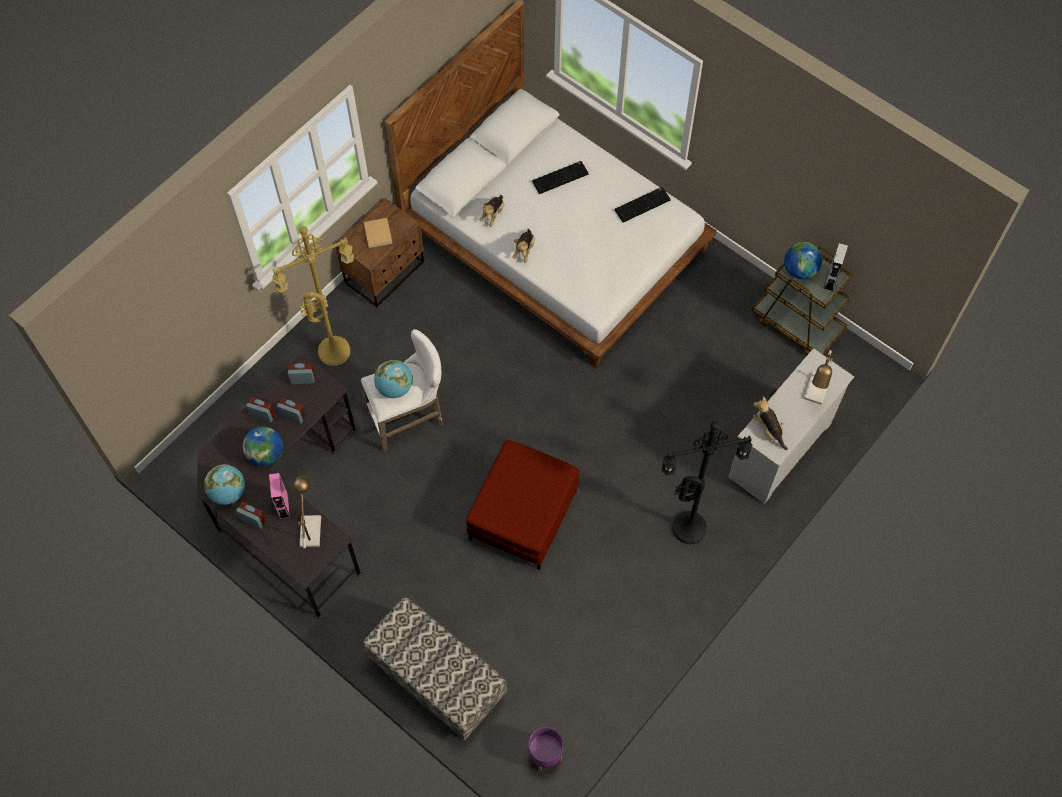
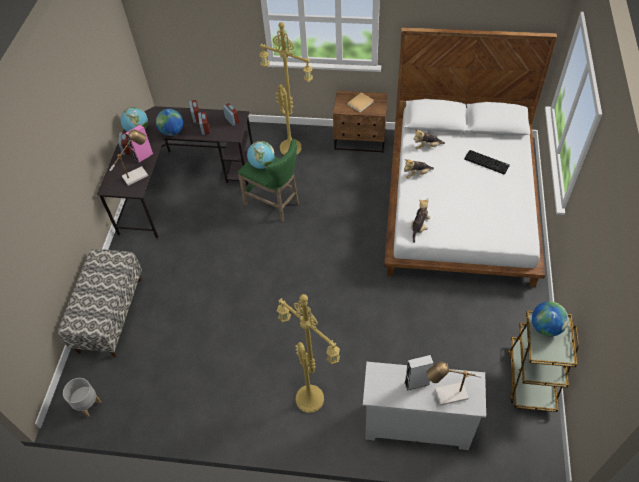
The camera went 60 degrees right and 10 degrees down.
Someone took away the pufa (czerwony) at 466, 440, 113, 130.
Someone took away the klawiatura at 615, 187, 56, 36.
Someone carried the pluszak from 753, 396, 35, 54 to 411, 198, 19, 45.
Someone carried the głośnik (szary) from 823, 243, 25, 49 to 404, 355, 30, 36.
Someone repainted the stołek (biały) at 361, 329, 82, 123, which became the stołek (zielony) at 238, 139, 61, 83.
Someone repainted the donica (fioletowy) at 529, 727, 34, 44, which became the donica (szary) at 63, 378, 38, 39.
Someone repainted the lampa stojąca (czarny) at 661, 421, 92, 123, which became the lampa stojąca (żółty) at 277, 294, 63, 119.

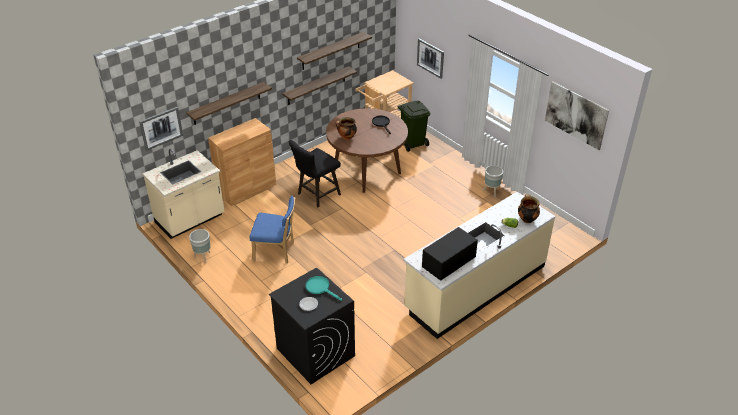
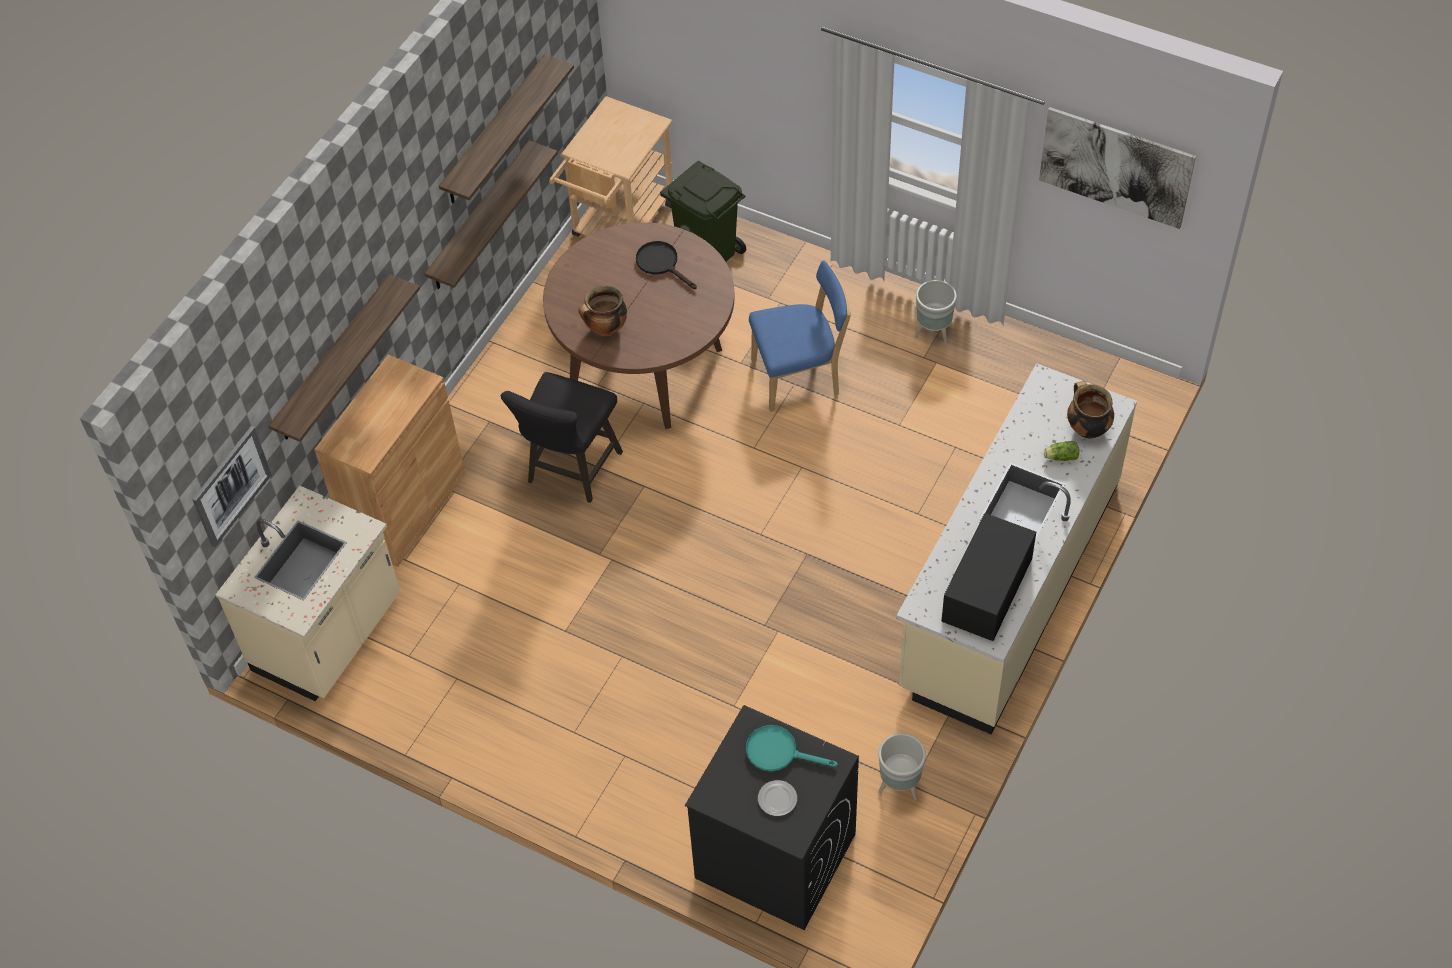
The camera went 20 degrees left and 15 degrees up.
Someone took away the obraz at 417, 39, 27, 40.
Someone carried the donica (szary) from 189, 229, 21, 35 to 878, 733, 48, 67.
Someone carried the krzesło (niebieski) from 250, 195, 46, 69 to 749, 260, 102, 152.

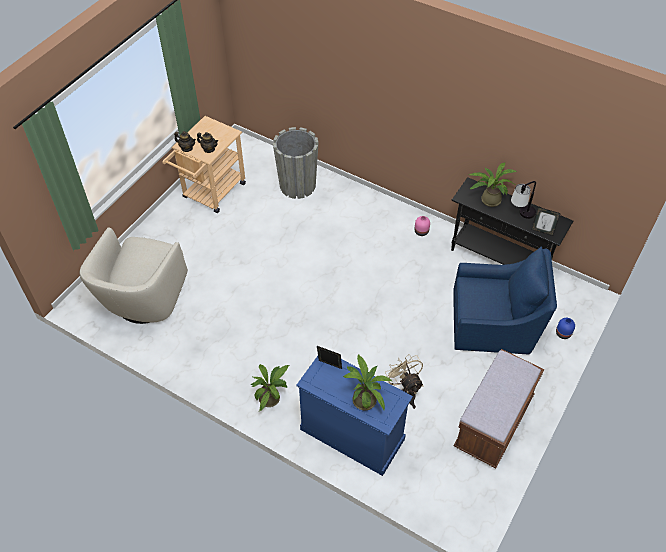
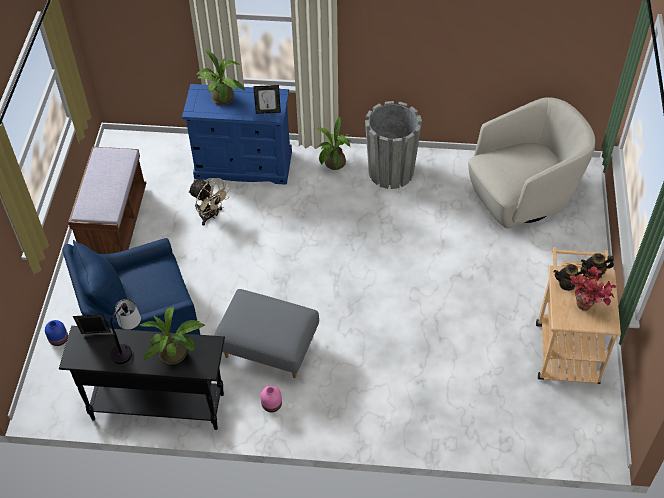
The camera went 155 degrees right and 0 degrees up.
Someone put down the pufa (szary) at 213, 289, 106, 89.
Someone put down the roślina doniczkowa at 569, 266, 47, 45.
Someone carried the donica (szary) from 273, 127, 46, 72 to 365, 101, 57, 88.
Someone rotated the fotel (beżowy) at 80, 227, 108, 97 by 75 degrees clockwise.

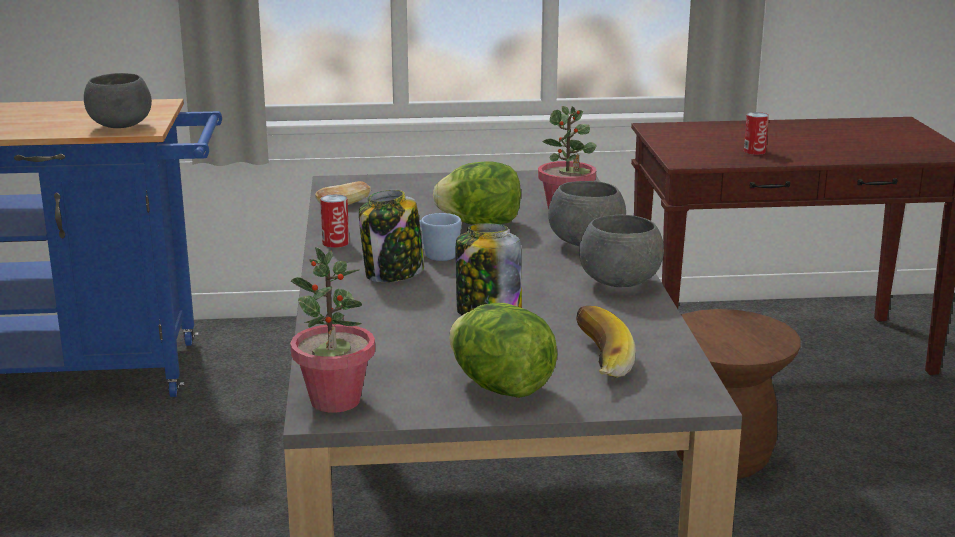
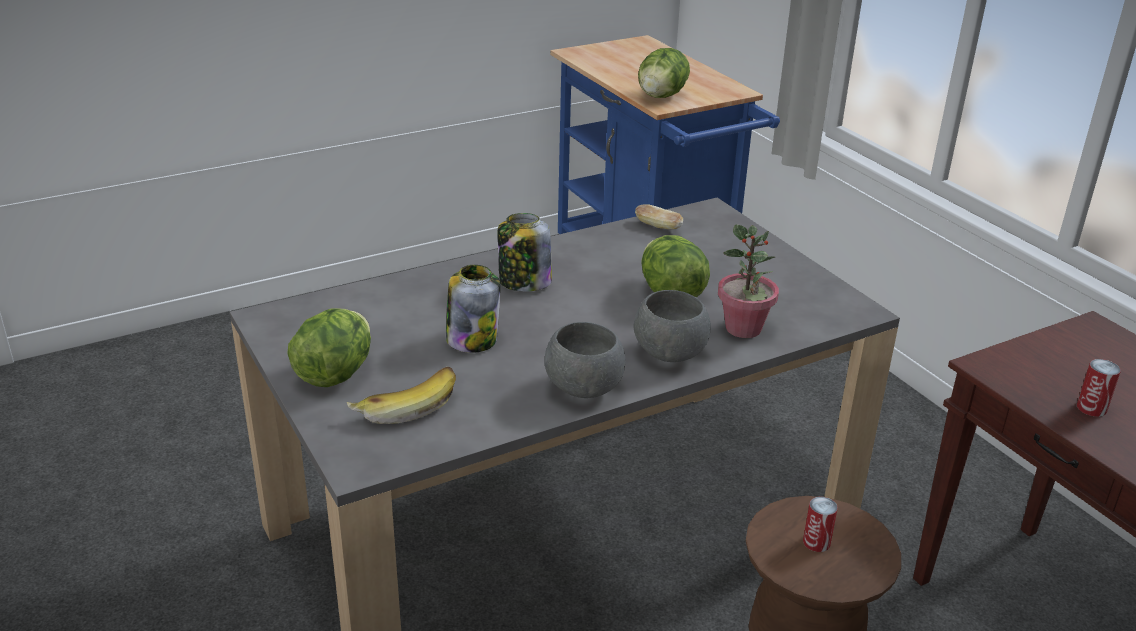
The camera went 65 degrees right and 10 degrees up.
Someone took away the roślina doniczkowa at 290, 247, 85, 166.
Someone took away the kubek (niebieski) at 419, 213, 42, 48.
Someone carried the puszka from 320, 194, 29, 54 to 803, 497, 35, 55.
Someone swapped the miska (szary) at 84, 73, 68, 55 for the sałata at 638, 48, 52, 50.

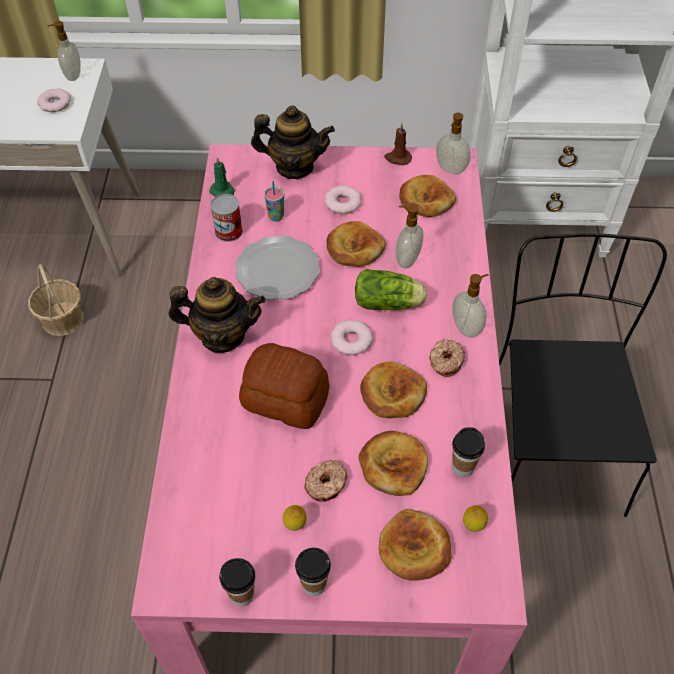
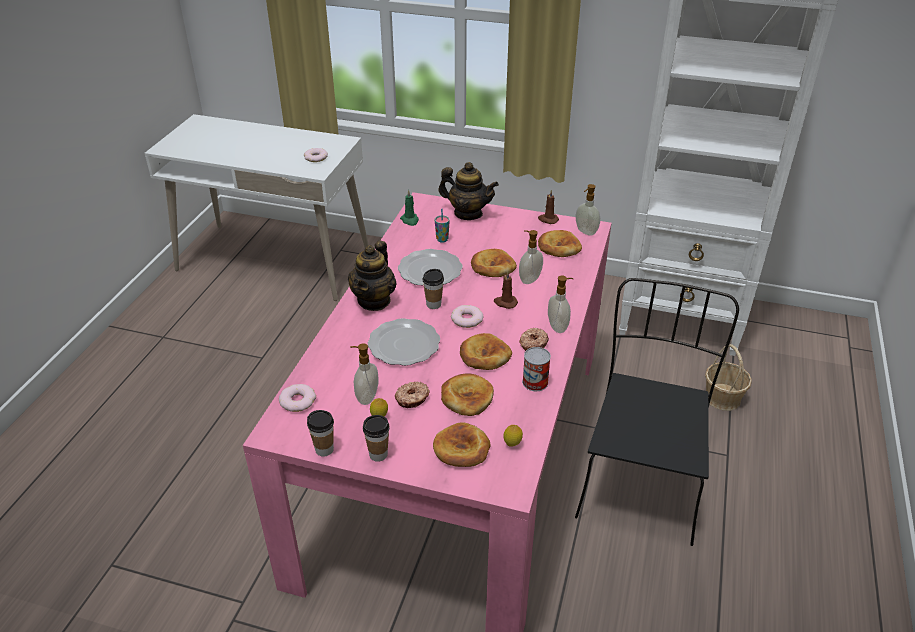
The camera went 15 degrees right and 15 degrees down.
Someone carried the koszyk from 28, 264, 56, 72 to 705, 344, 47, 67.
Someone carried the dozownik mydła from 48, 21, 33, 60 to 350, 343, 28, 62.
Someone carried the puszka from 210, 194, 33, 48 to 522, 347, 29, 44.
Someone carried the donut from 324, 185, 37, 29 to 279, 384, 37, 28.
Someone carried the filiżanka from 452, 427, 33, 50 to 423, 269, 21, 40.
Someone swapped the chleb at 239, 343, 90, 86 for the talerz at 368, 318, 72, 48.
Someone swapped the sałata at 355, 269, 72, 41 for the świeca (brązowy) at 494, 271, 24, 38.
Someone rotated the imbryk at 169, 277, 97, 76 by 90 degrees clockwise.

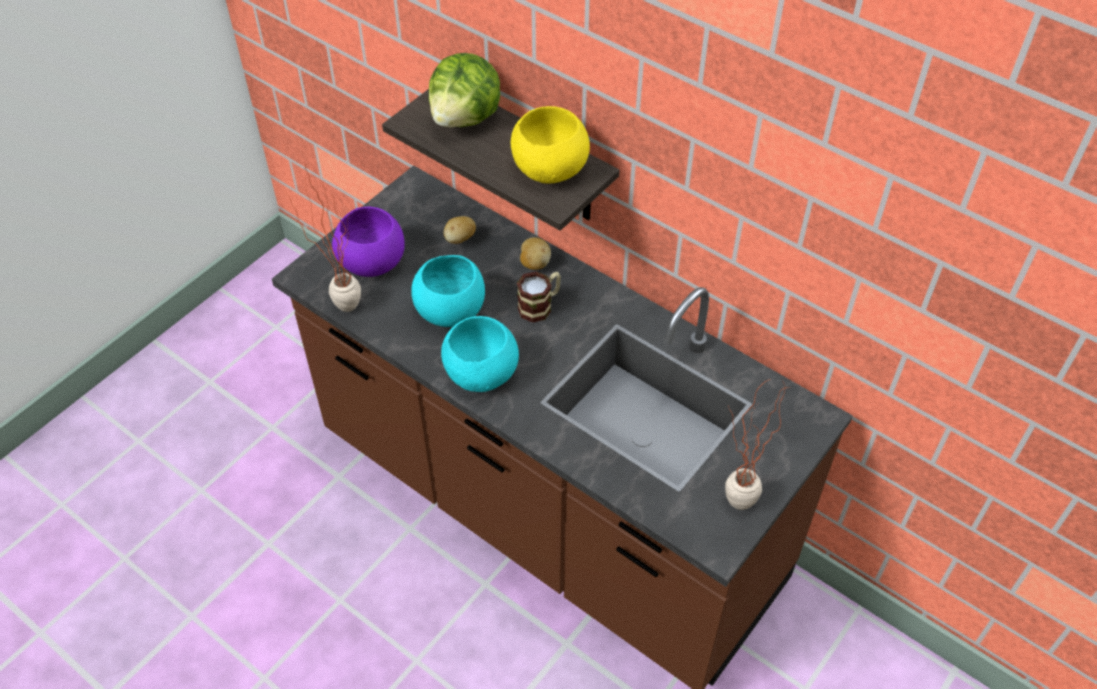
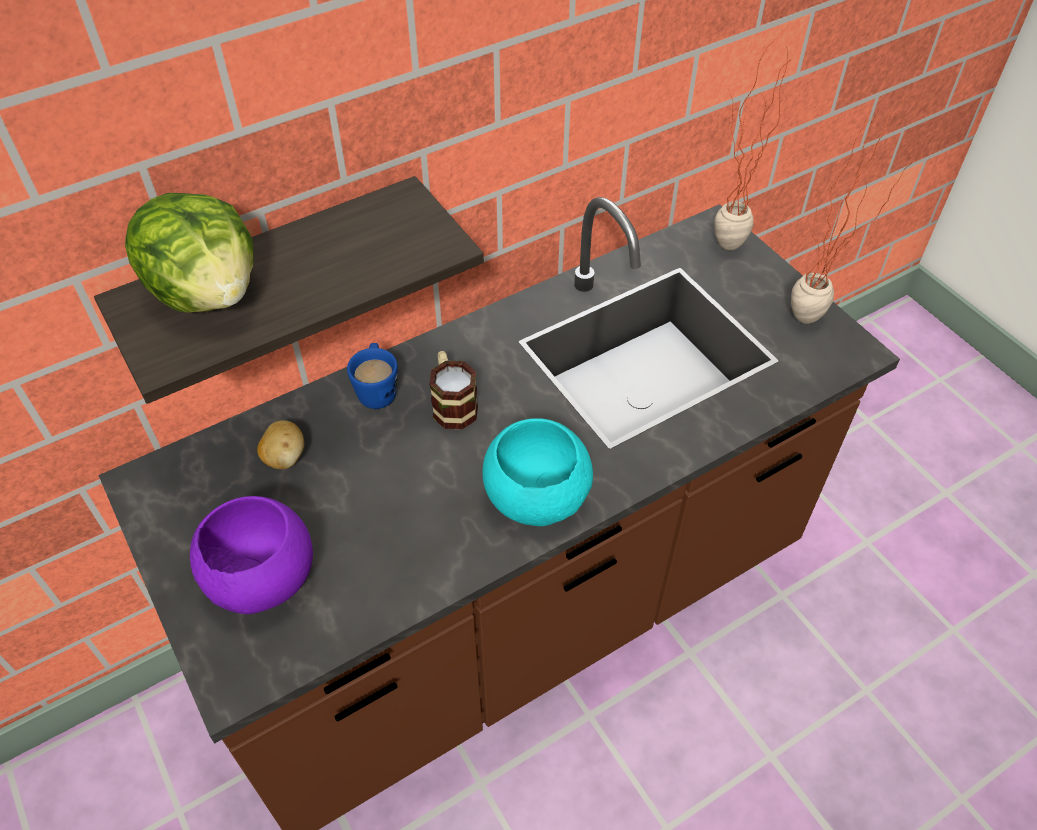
The camera went 70 degrees left and 0 degrees up.
Someone took away the miska (turkusowy) at 411, 255, 74, 72.
Someone took away the miska (żółty) at 511, 106, 79, 77.
Someone carried the roślina doniczkowa from 283, 165, 78, 147 to 715, 38, 77, 213.
Someone swapped the ziemniak at 520, 237, 31, 33 for the kubek (niebieski) at 347, 343, 51, 66.

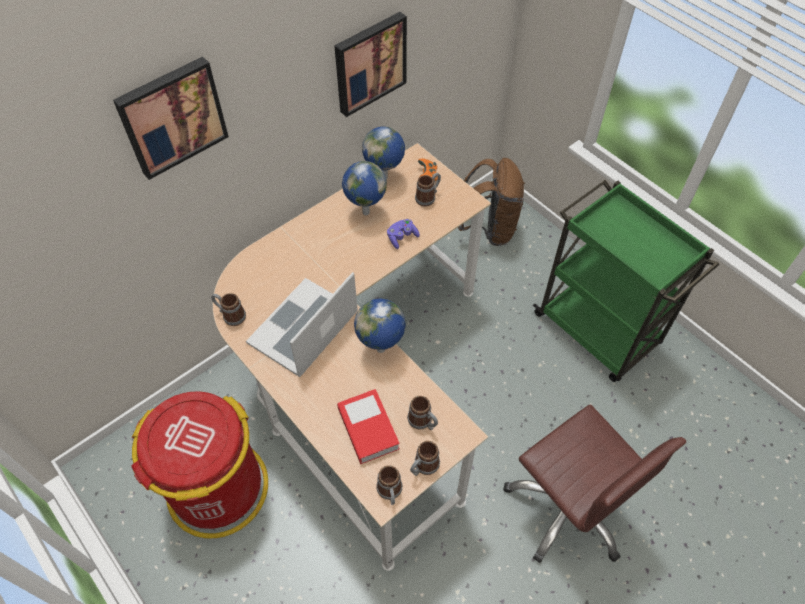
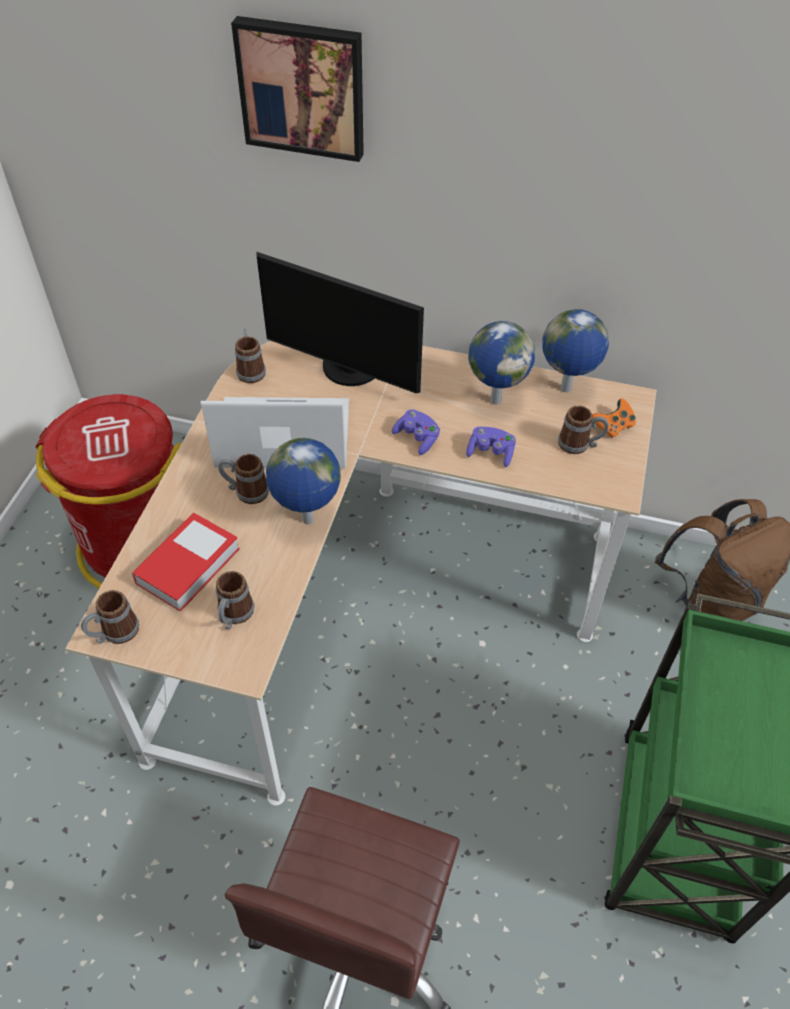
The camera went 55 degrees right and 5 degrees down.
Someone took away the obraz at 334, 12, 73, 105.
Someone put down the monitor at 257, 252, 167, 141.
Someone put down the pad do gier (fioletowy) at 392, 409, 48, 46.
Someone carried the kubek from 410, 441, 30, 35 to 218, 454, 51, 50.

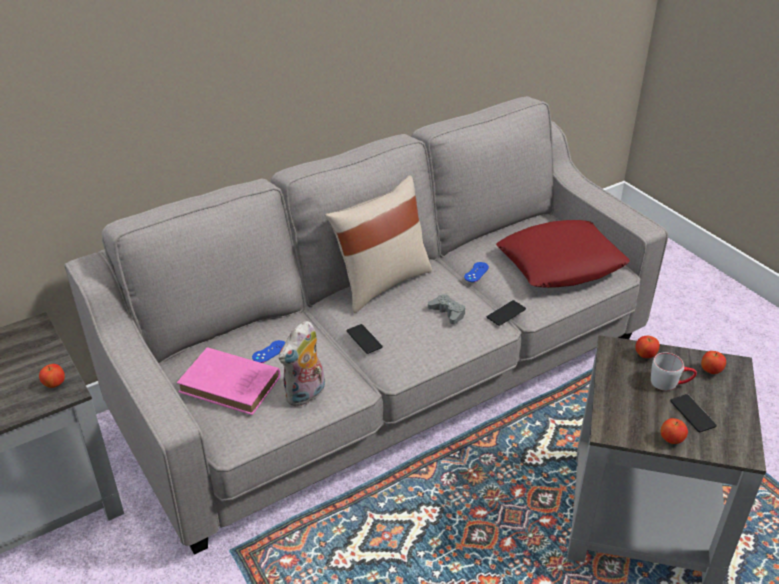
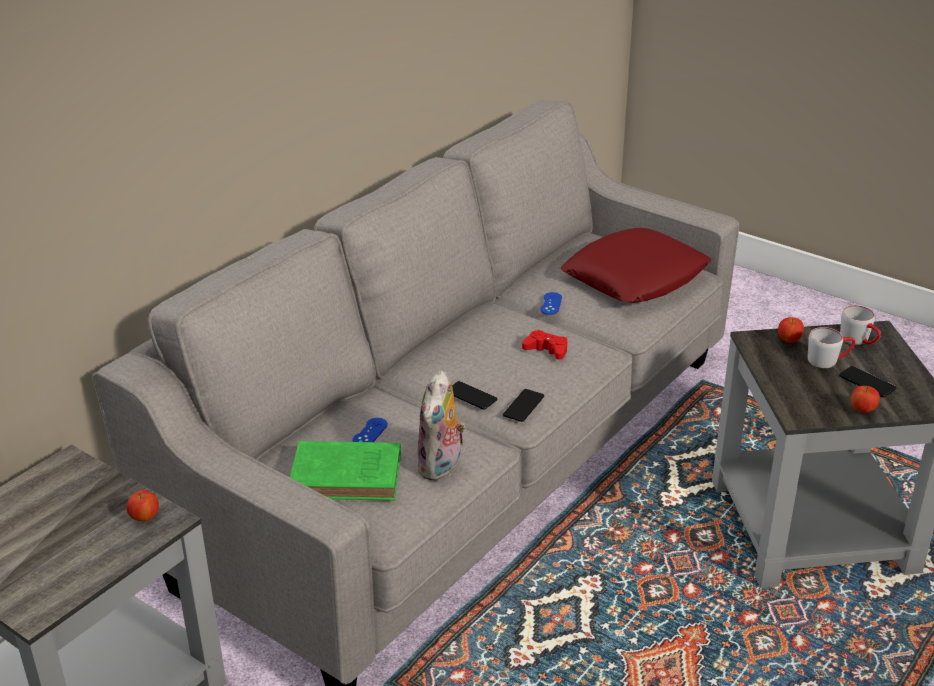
The camera went 20 degrees left and 5 degrees down.
Someone took away the poduszka (beżowy) at 325, 175, 107, 138.
Someone carried the telefon from 487, 300, 39, 26 to 503, 389, 41, 33.
Someone swapped the jabłko at 701, 351, 25, 23 for the kubek (szary) at 840, 305, 41, 40.
Someone repainted the książka (różowy) at 177, 347, 103, 68, which became the książka (zielony) at 290, 441, 111, 60.
Someone repainted the pad do gier (szary) at 428, 294, 37, 30, which became the pad do gier (czerwony) at 522, 330, 45, 30.

